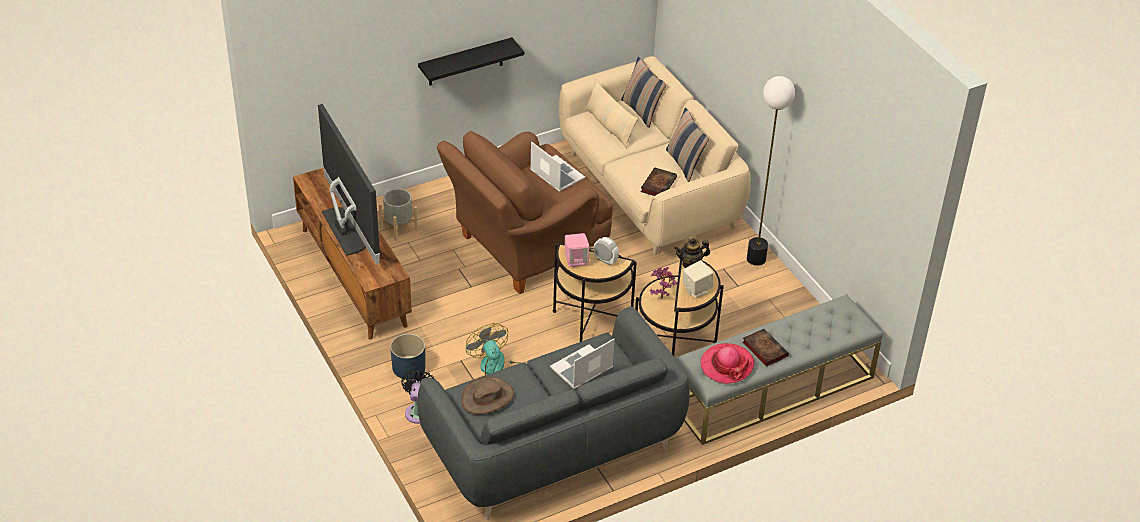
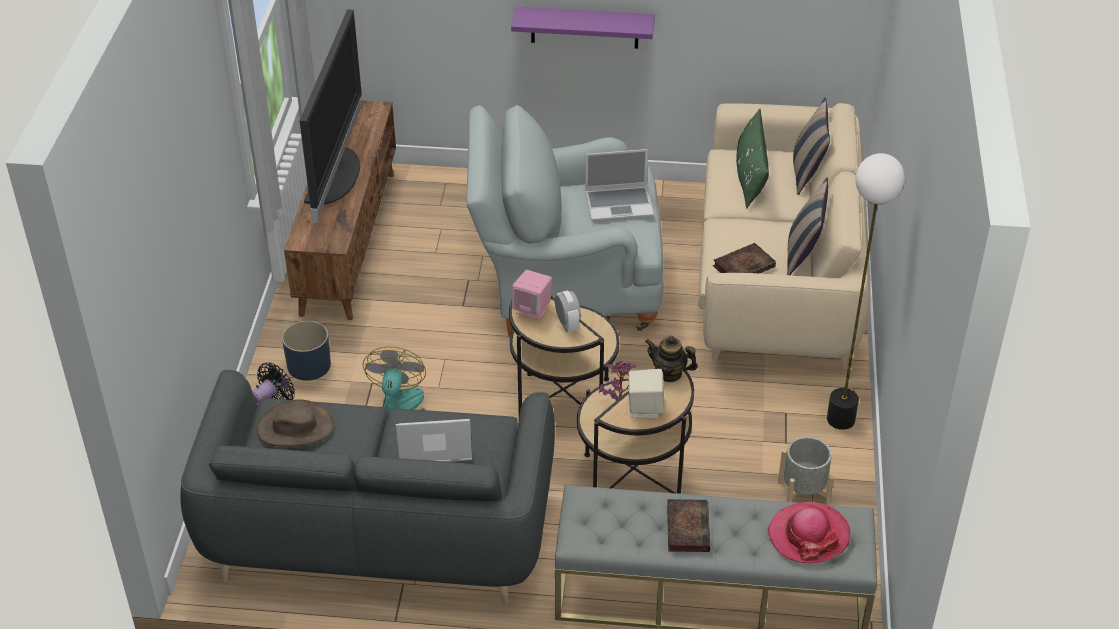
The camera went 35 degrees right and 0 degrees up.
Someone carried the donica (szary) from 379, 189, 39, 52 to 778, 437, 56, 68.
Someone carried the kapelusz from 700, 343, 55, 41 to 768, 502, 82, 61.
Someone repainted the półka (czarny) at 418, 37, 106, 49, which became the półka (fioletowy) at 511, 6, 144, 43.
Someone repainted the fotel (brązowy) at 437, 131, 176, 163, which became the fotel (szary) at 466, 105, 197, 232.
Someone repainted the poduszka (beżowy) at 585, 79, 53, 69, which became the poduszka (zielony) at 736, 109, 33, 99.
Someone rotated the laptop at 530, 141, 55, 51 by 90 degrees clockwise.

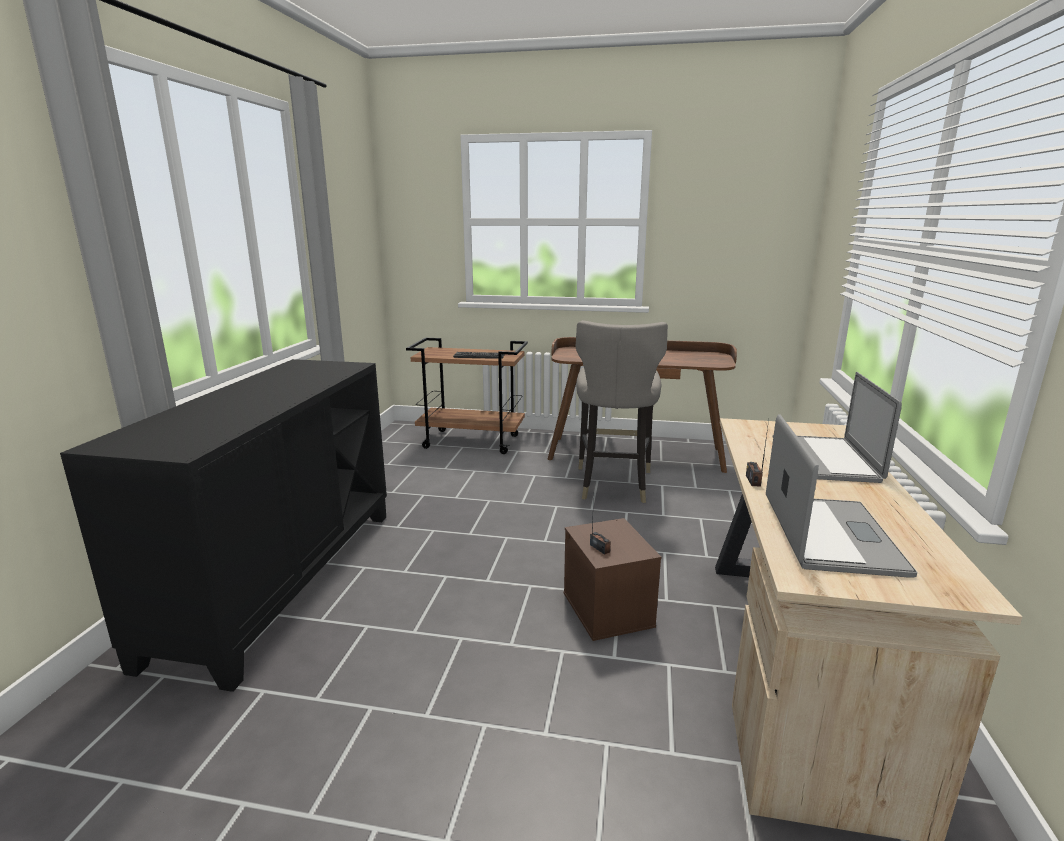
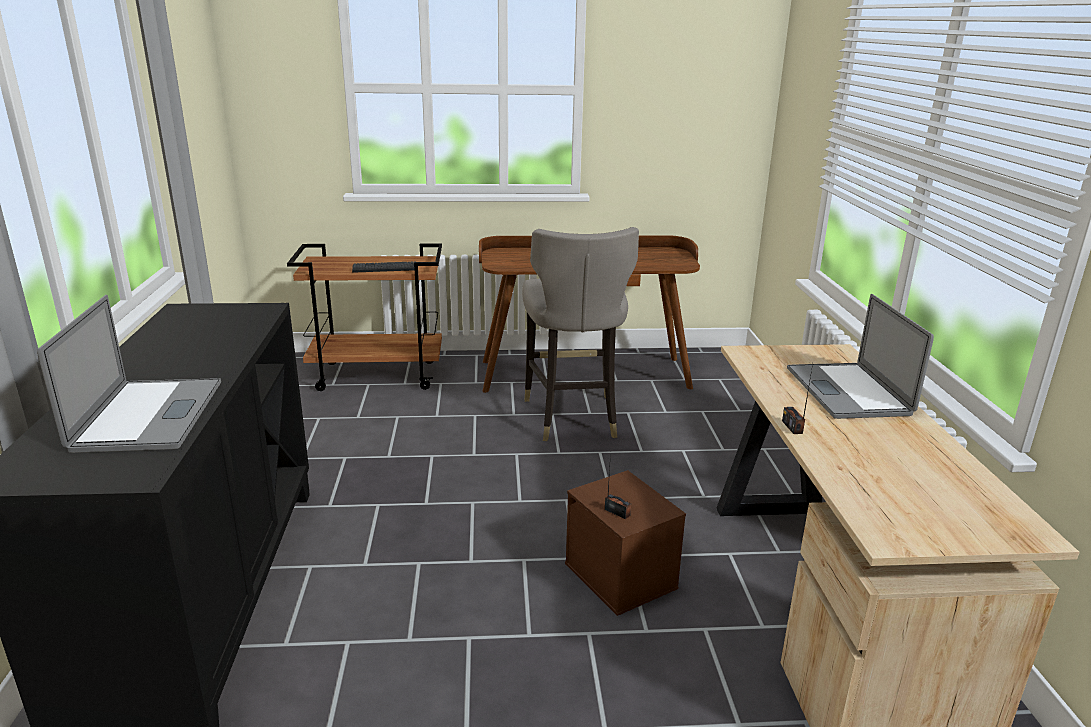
The camera went 15 degrees left and 5 degrees up.
Someone carried the laptop from 766, 414, 151, 164 to 37, 295, 184, 158.

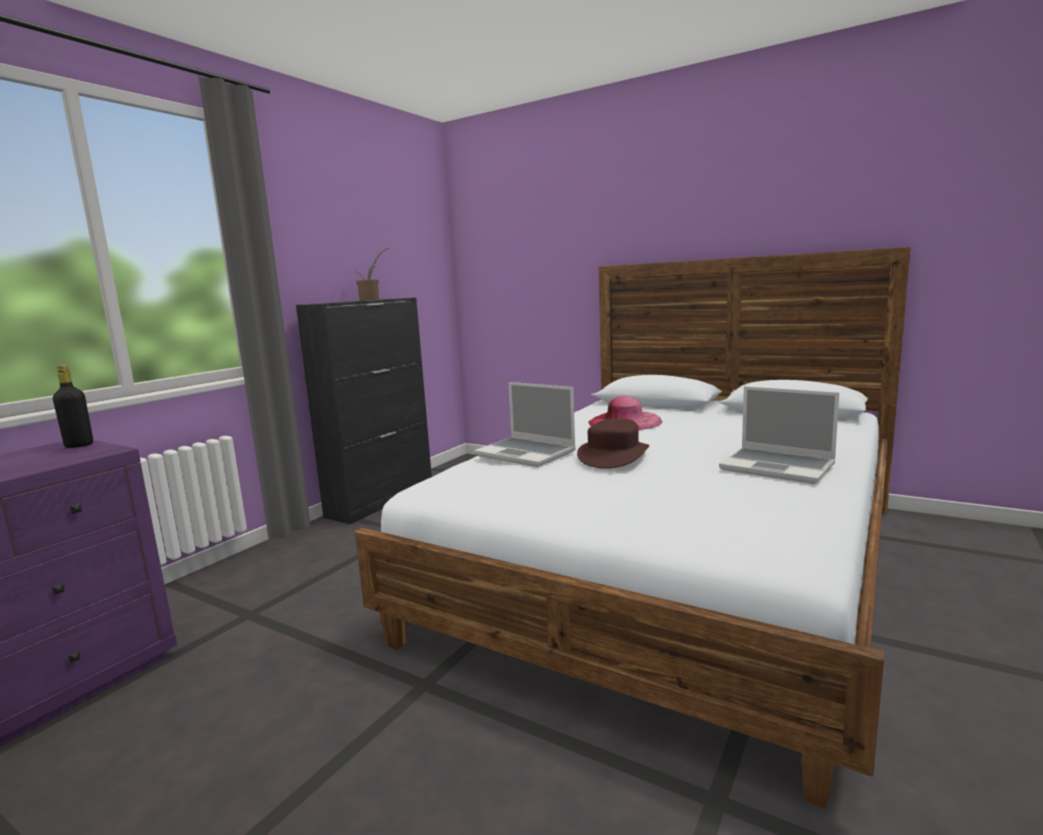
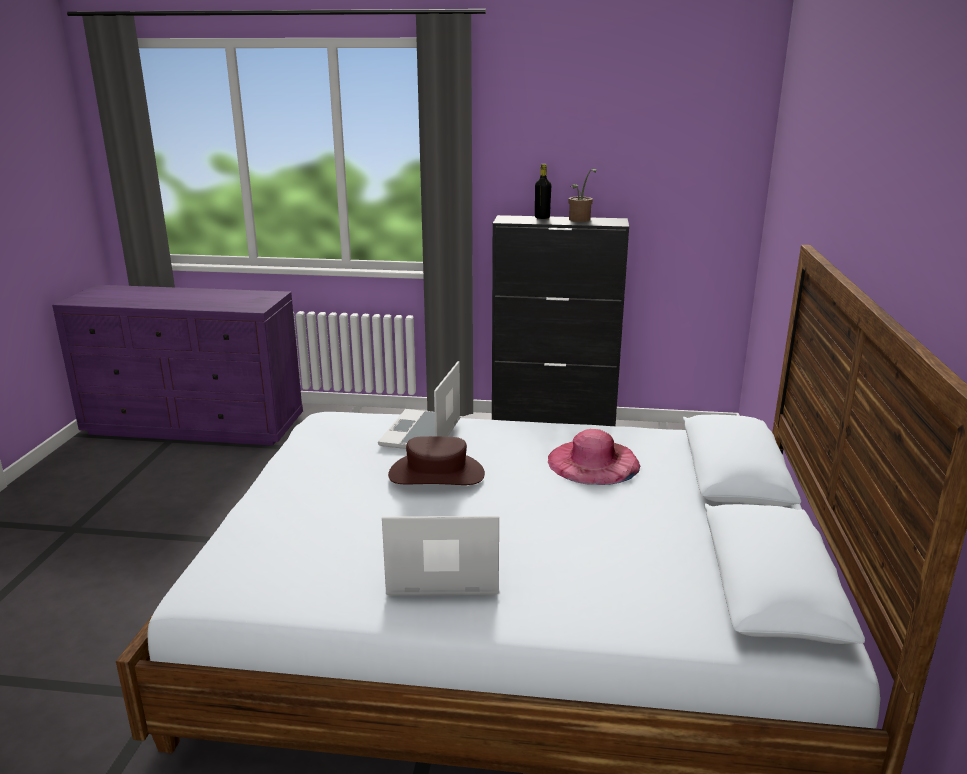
The camera went 65 degrees right and 10 degrees up.
Someone carried the butelka (czarny) from 53, 365, 40, 83 to 535, 164, 16, 55.
Someone rotated the laptop at 719, 386, 120, 98 by 75 degrees clockwise.

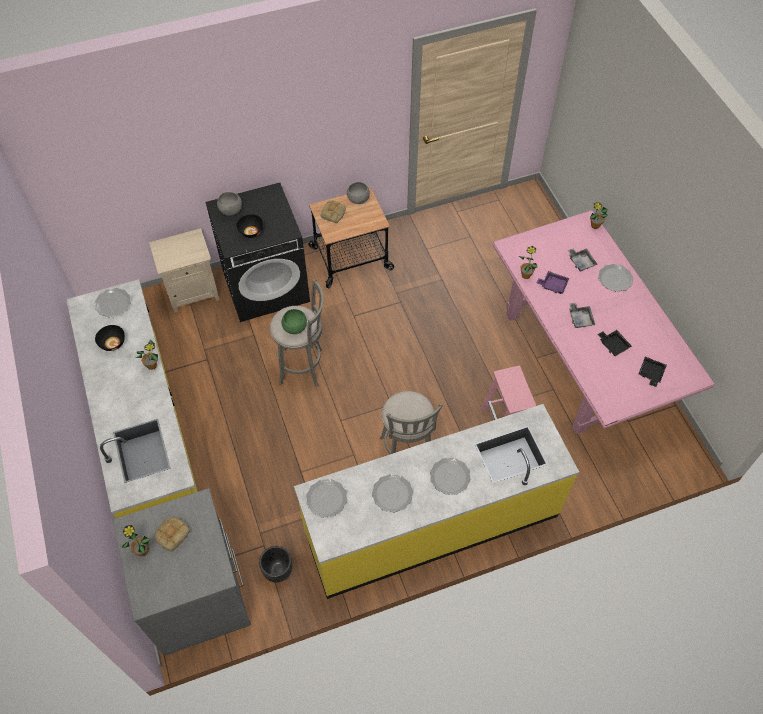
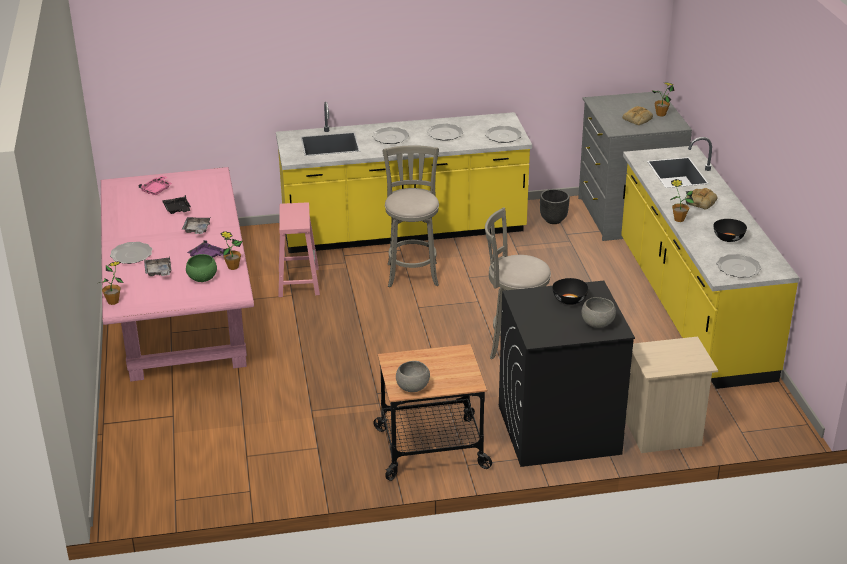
The camera went 170 degrees left and 25 degrees down.
Someone carried the miska (zielony) from 281, 309, 26, 25 to 186, 254, 31, 28.
Someone carried the chleb from 320, 200, 26, 23 to 687, 188, 31, 22.
Someone repainted the taca (czarny) at 639, 357, 28, 30, which became the taca (różowy) at 139, 175, 33, 20.

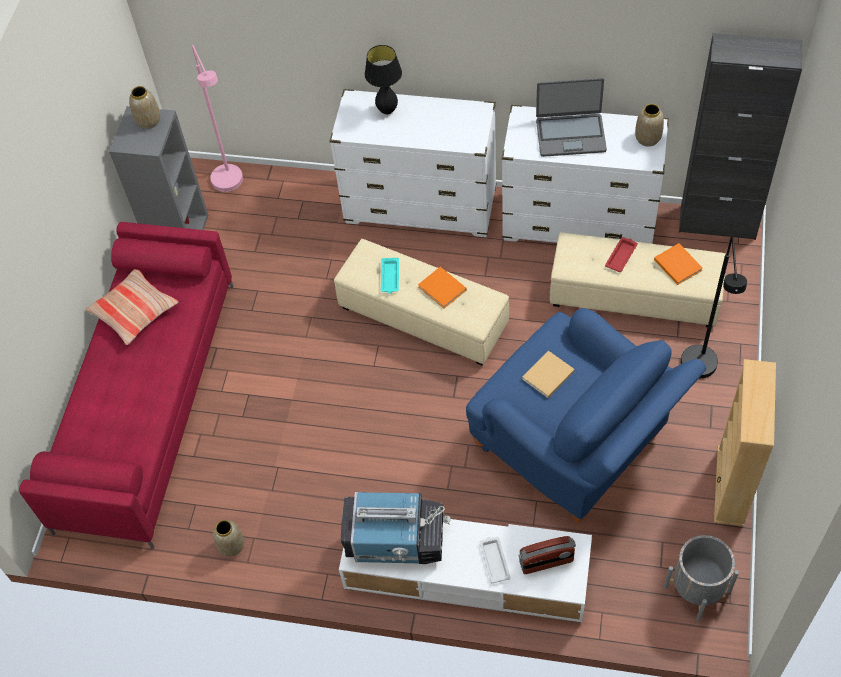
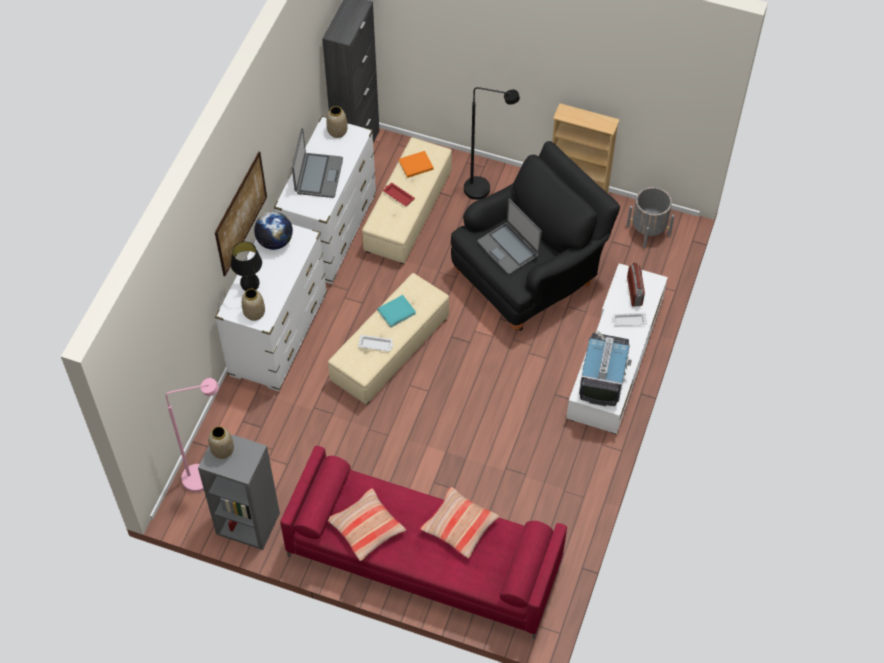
The camera went 85 degrees left and 0 degrees up.
Someone put up the obraz at 215, 152, 52, 124.
Someone put down the globus at 254, 211, 39, 39.
Someone put down the poduszka at 420, 487, 79, 71.
Someone carried the wazon from 213, 520, 31, 37 to 242, 289, 23, 32.
Someone swapped the książka (beżowy) at 522, 351, 52, 47 for the laptop at 477, 199, 65, 76.
Someone repainted the taca (turkusowy) at 381, 258, 18, 36, which became the taca (biały) at 358, 335, 36, 17.
Someone repainted the książka (pomarańczowy) at 418, 267, 49, 42, which became the książka (turkusowy) at 377, 295, 39, 32.
Someone repainted the fotel (niebieski) at 466, 308, 240, 215, which became the fotel (czarny) at 451, 141, 169, 189.

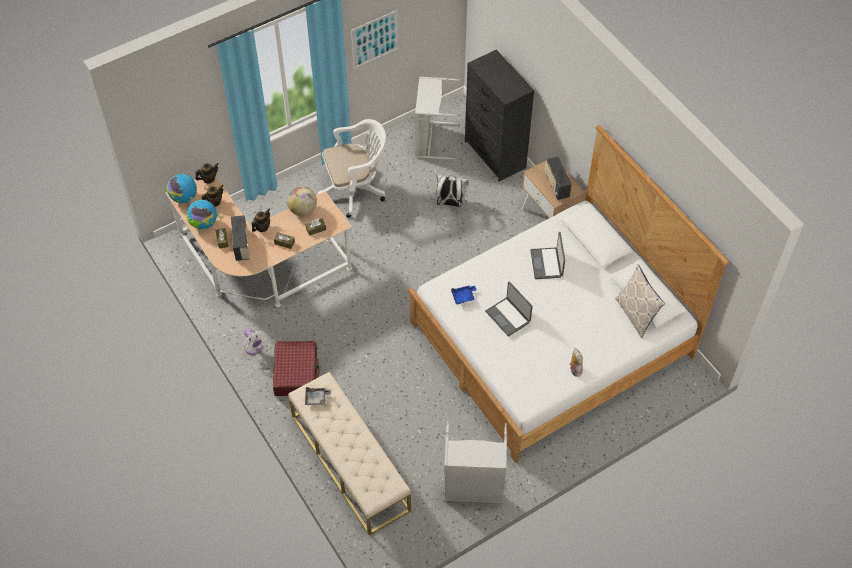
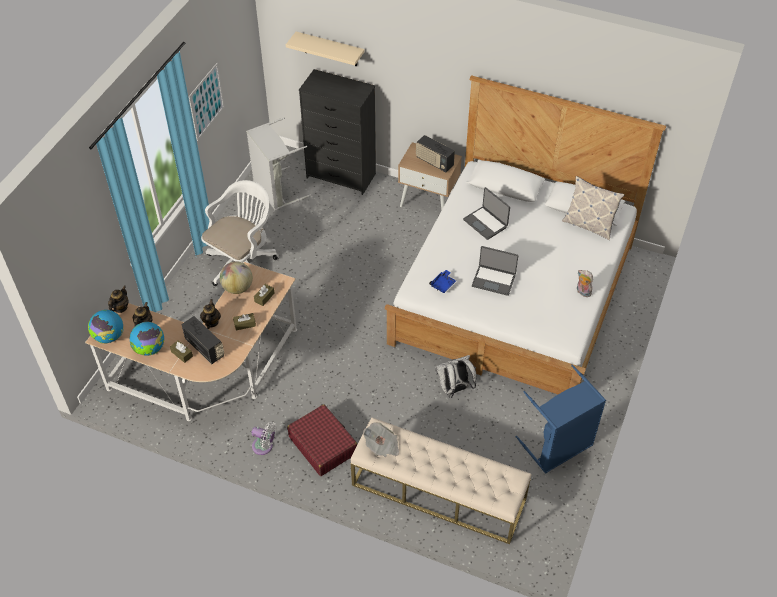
The camera went 35 degrees left and 5 degrees down.
Someone put up the półka (beżowy) at 286, 32, 79, 35.
Someone carried the plecak (biały) from 436, 174, 33, 33 to 435, 355, 41, 43.
Someone swapped the taca (szary) at 305, 387, 26, 18 for the gazeta at 363, 422, 36, 35.
Someone repainted the kosz na pranie (szary) at 444, 421, 63, 82, which became the kosz na pranie (niebieski) at 515, 365, 91, 109.

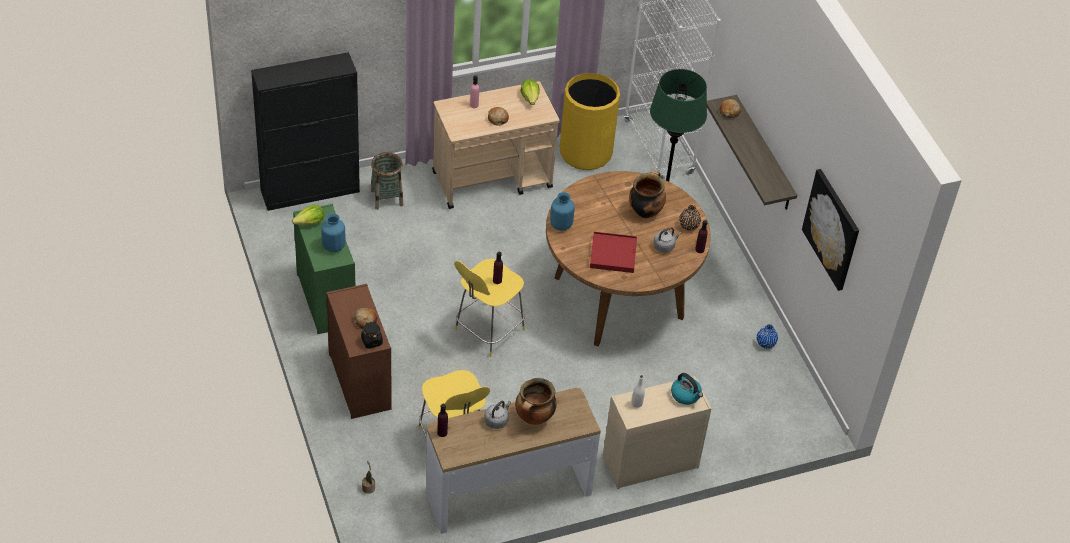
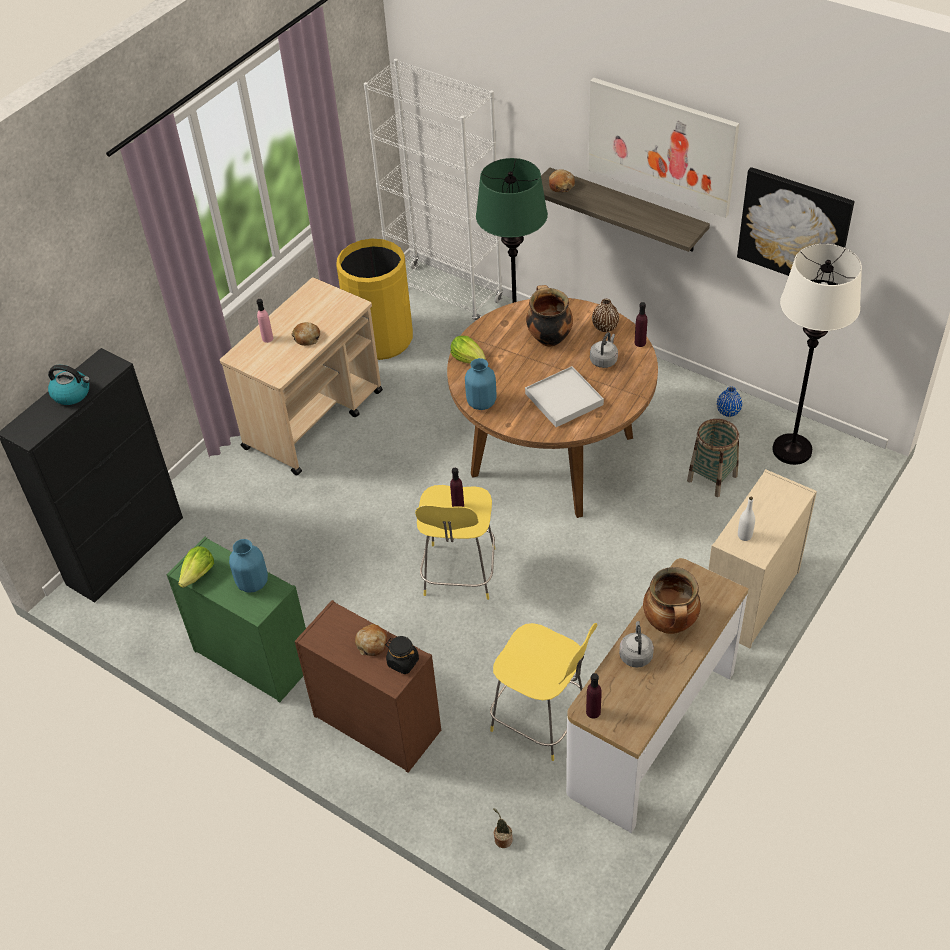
The camera went 30 degrees left and 0 degrees up.
Someone put up the obraz at 588, 78, 151, 140.
Someone put down the lampa stojąca (biały) at 772, 244, 90, 221.
Someone carried the koszyk from 371, 152, 32, 58 to 687, 419, 52, 78.
Someone carried the sałata from 520, 79, 20, 26 to 451, 336, 35, 28.
Someone carried the czajnik from 671, 373, 32, 32 to 48, 365, 42, 40.
Someone repainted the taca (czerwony) at 590, 232, 47, 41, which became the taca (biały) at 525, 366, 79, 61.

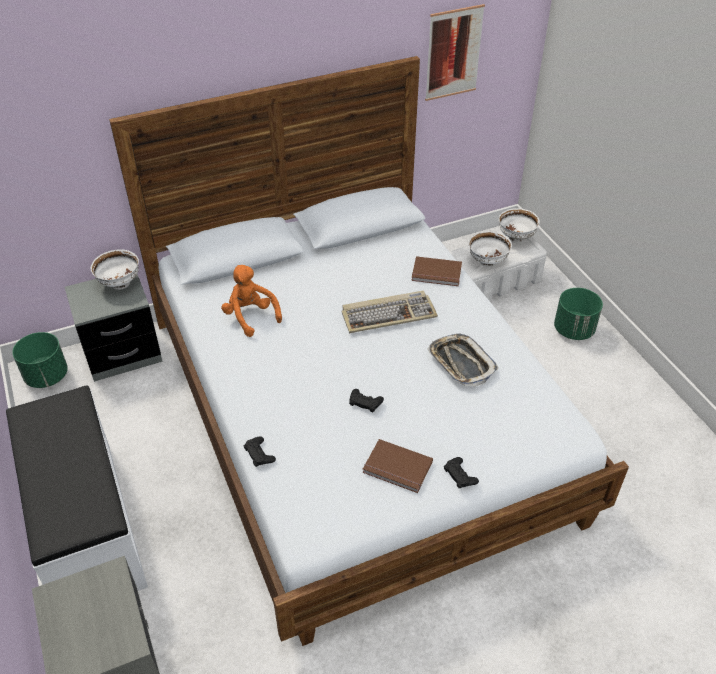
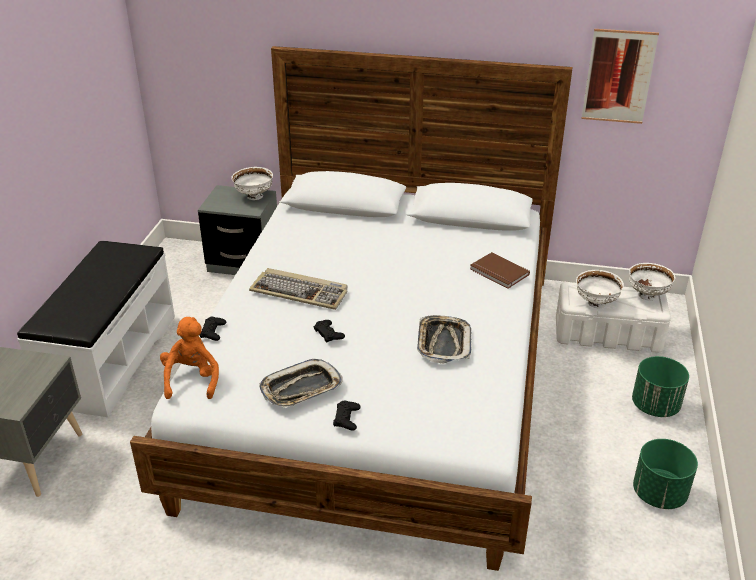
The camera went 35 degrees right and 10 degrees down.
Someone carried the donica (zielony) from 12, 332, 56, 56 to 633, 439, 65, 70.
Someone carried the pluszak (pomarańczowy) from 221, 265, 61, 72 to 160, 317, 59, 82.
Someone carried the klawiatura from 342, 291, 96, 42 to 249, 268, 99, 42.
Someone swapped the książka (brązowy) at 363, 439, 70, 54 for the taca at 259, 359, 84, 49.

